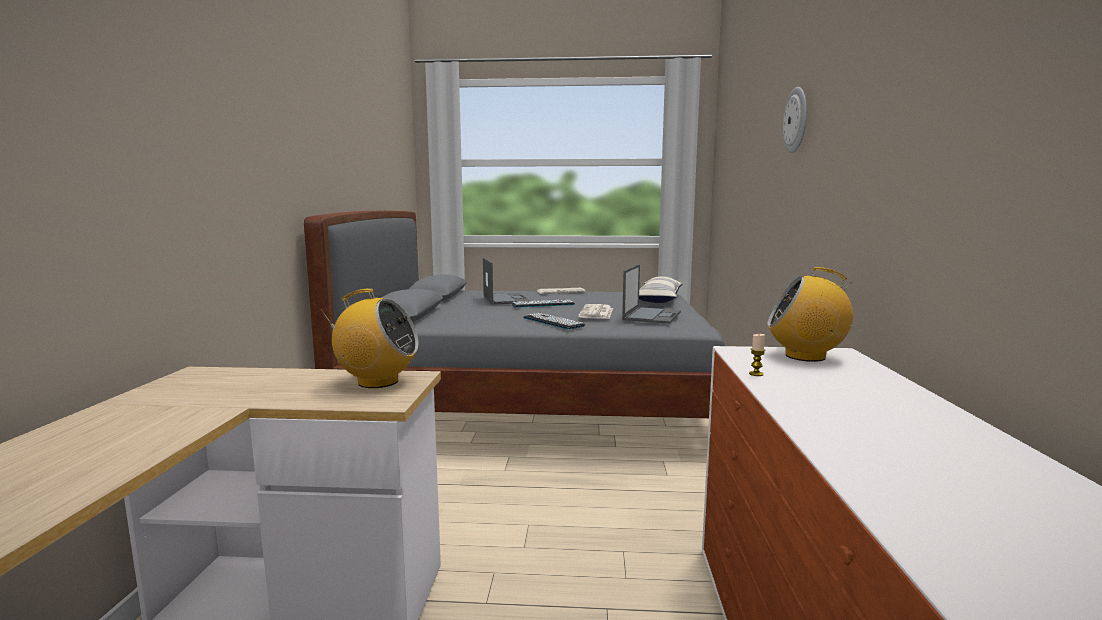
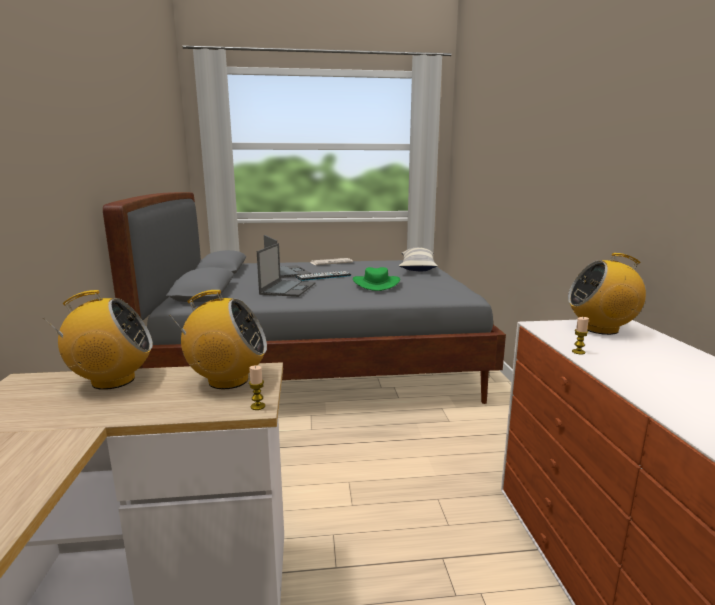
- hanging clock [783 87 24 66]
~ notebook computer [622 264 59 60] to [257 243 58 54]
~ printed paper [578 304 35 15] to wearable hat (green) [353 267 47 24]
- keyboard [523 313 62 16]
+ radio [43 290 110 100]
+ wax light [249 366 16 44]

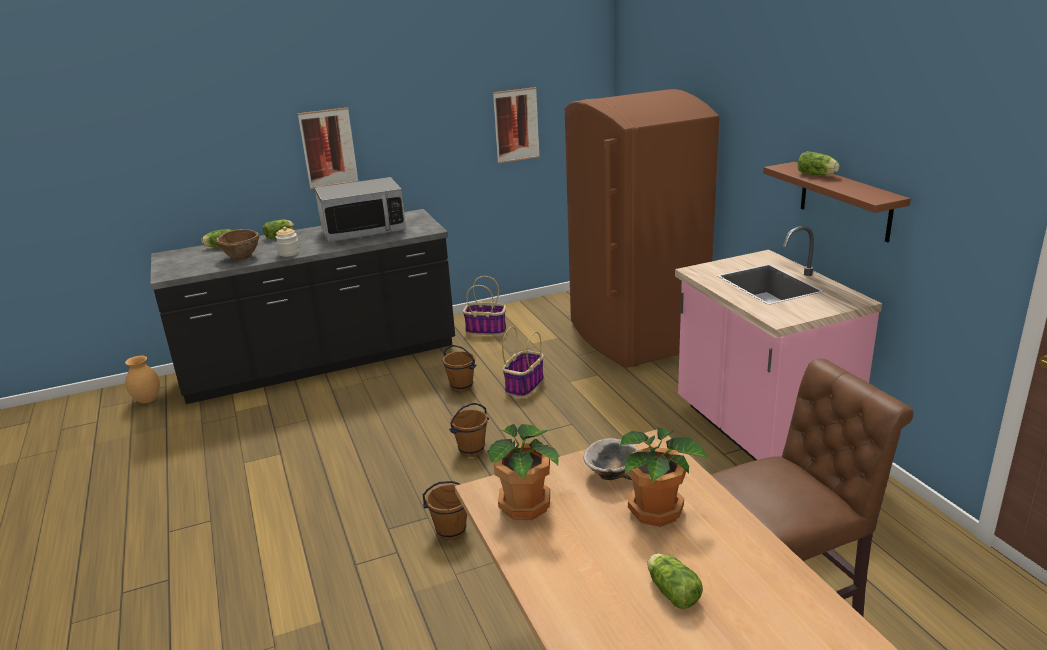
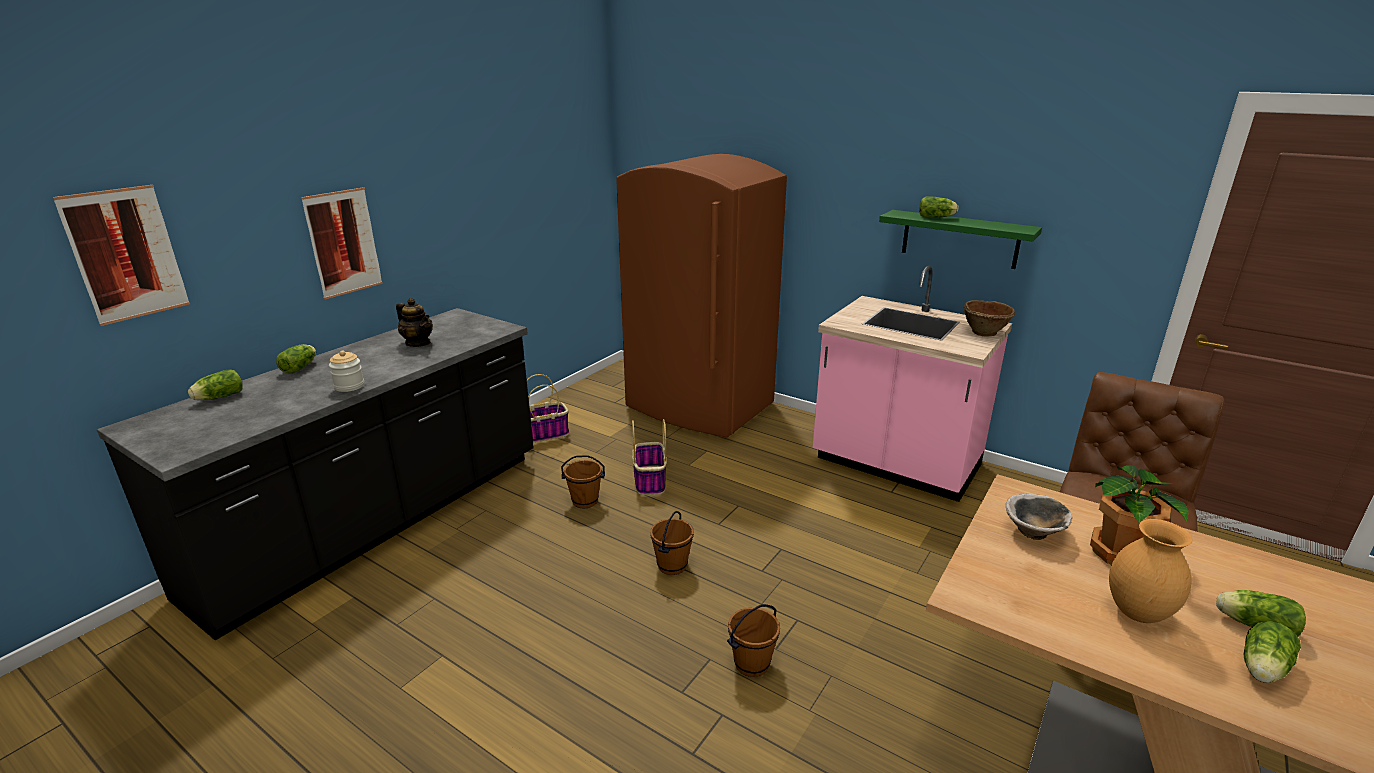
~ wall art [493 87 47 76] to [52 185 138 141]
~ shelf (brown) [763 162 148 80] to shelf (green) [879 210 163 59]
~ microwave oven [315 177 91 65] to teapot [396 298 37 49]
~ deep dish (brown) [216 229 44 32] to [964 300 51 37]
~ flower vase (brown) [125 356 35 47] to [1109 519 84 104]
- houseplant [487 424 72 96]
+ lettuce head [1244 621 57 62]

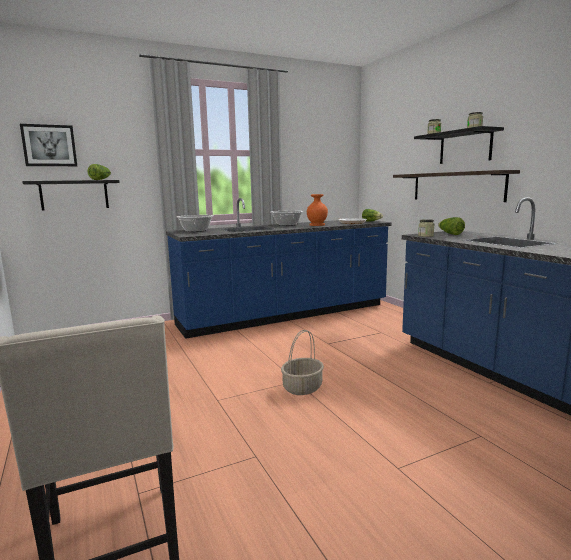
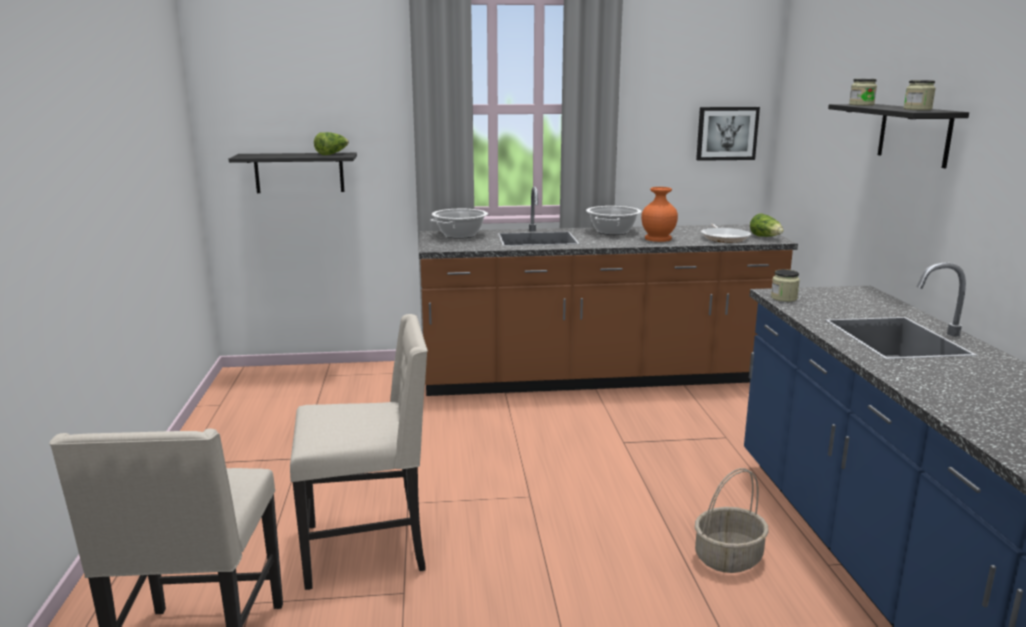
~ wall art [20 124 57 42] to [696 107 64 54]
- shelf [393 170 127 32]
~ counter (blue) [166 198 226 141] to counter (brown) [419 186 379 210]
- lettuce head [438 217 27 18]
~ basket [281 330 43 65] to [695 468 74 105]
+ plain chair (beige-coloured) [290 314 138 276]

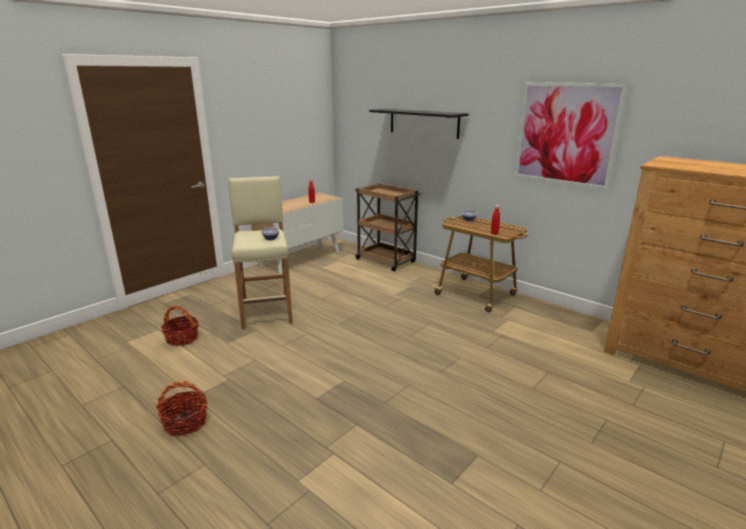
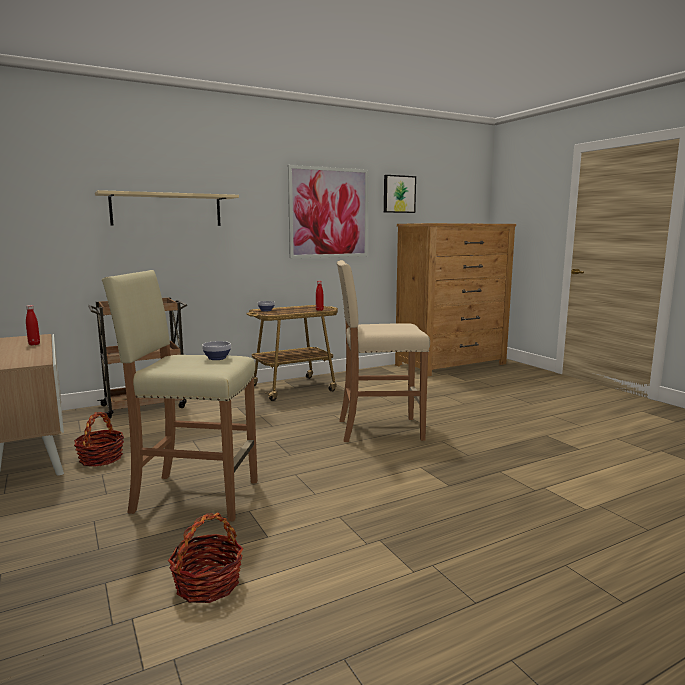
~ shelf (blackish) [369 109 100 30] to shelf (beige-coloured) [95 190 144 36]
~ basket [156 381 52 55] to [74 412 50 55]
+ wall art [384 175 32 38]
+ stool (beige-coloured) [337 260 93 182]

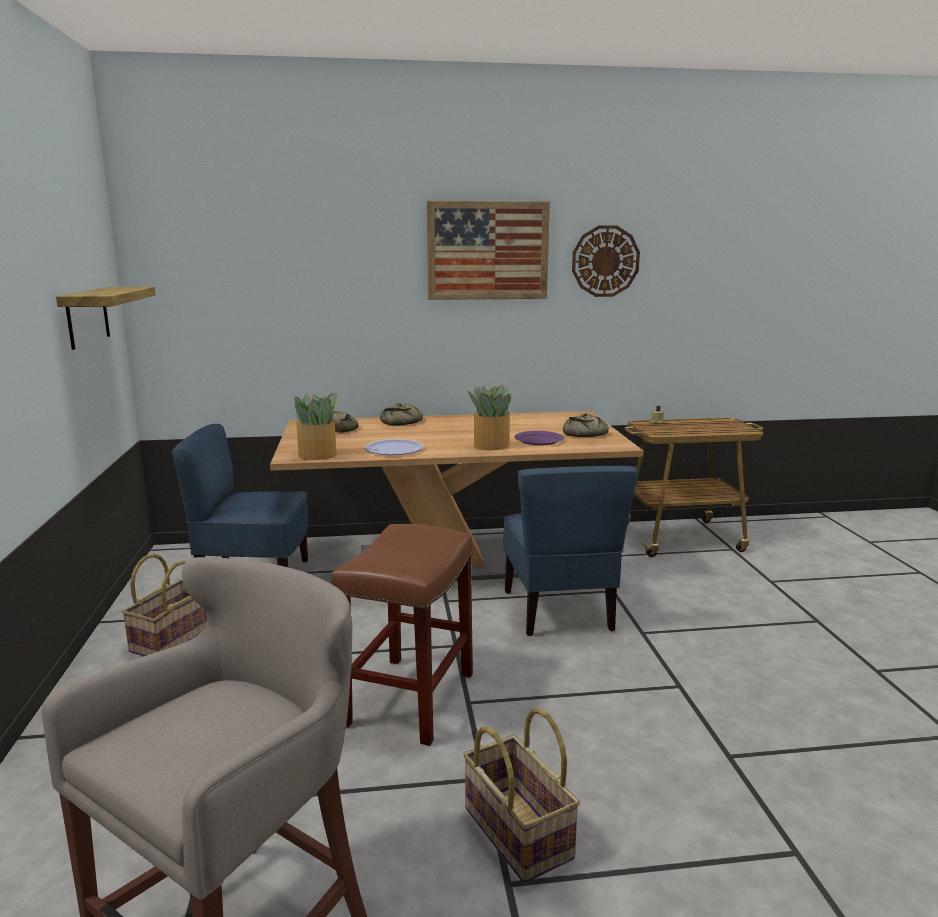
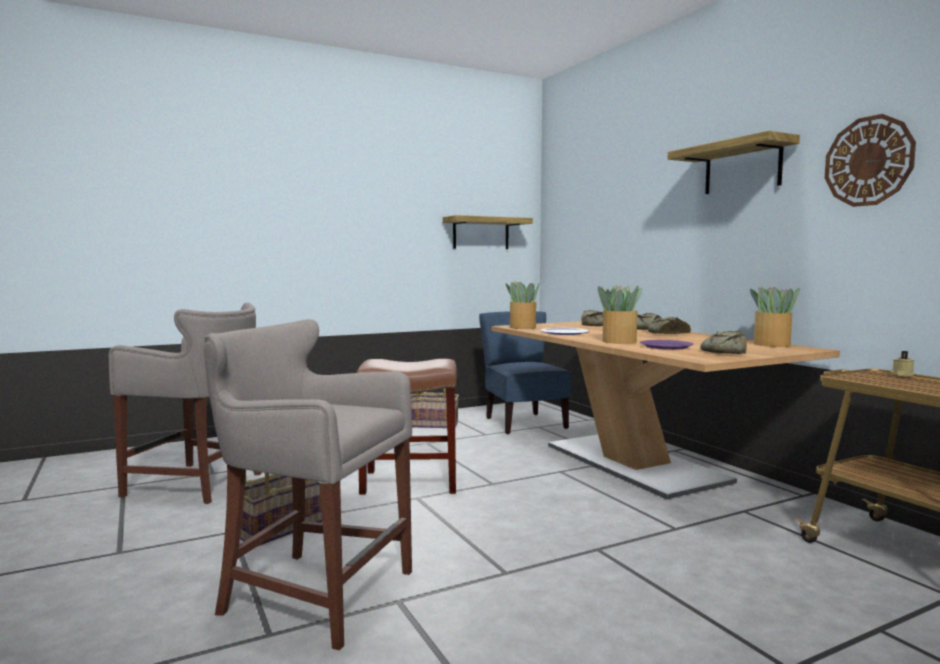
~ wall art [427 201 123 99] to shelf [667 131 133 63]
- plain chair (blue) [504 466 134 170]
+ houseplant [750 286 50 61]
+ baked bread [648 317 43 17]
+ stool (gray) [204 319 208 331]

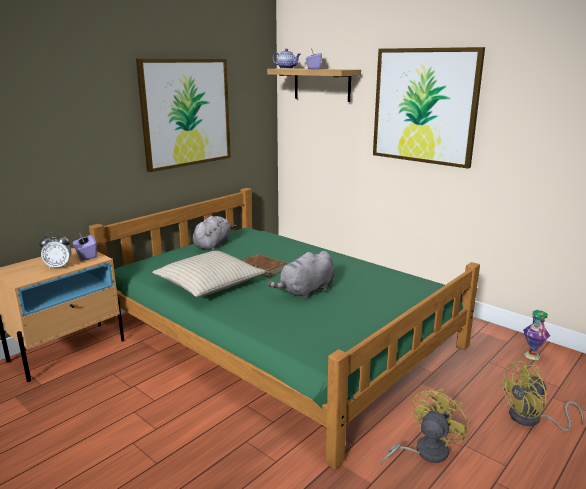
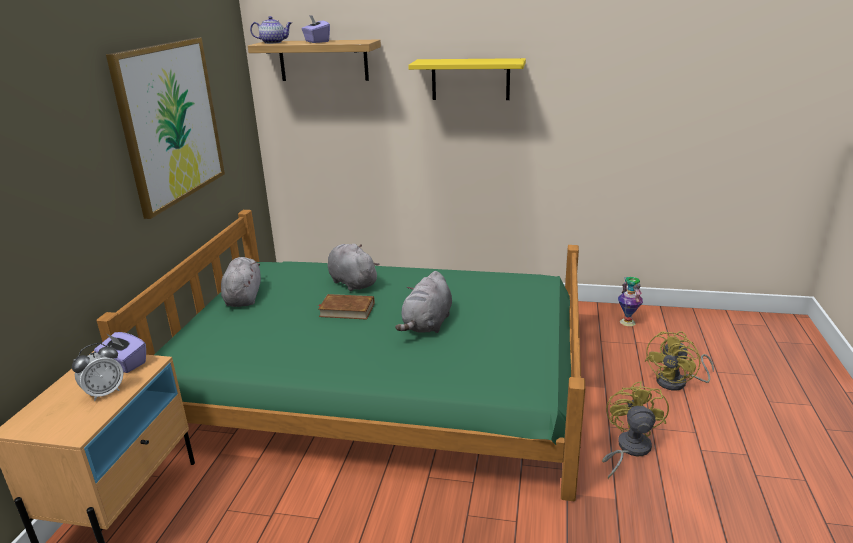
~ wall art [373 47 112 122] to shelf (yellow) [408 58 118 42]
- cushion (beige-coloured) [152 251 114 46]
+ cuddly toy (gray) [328 244 52 47]

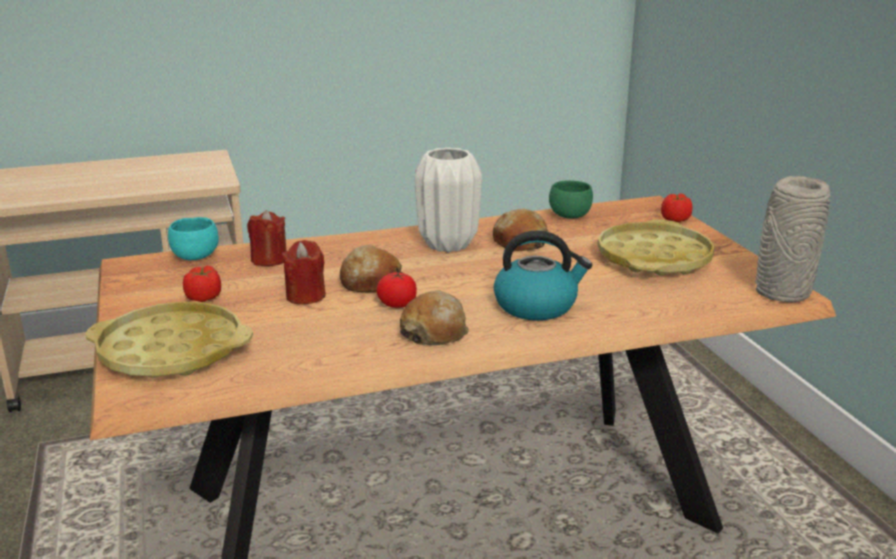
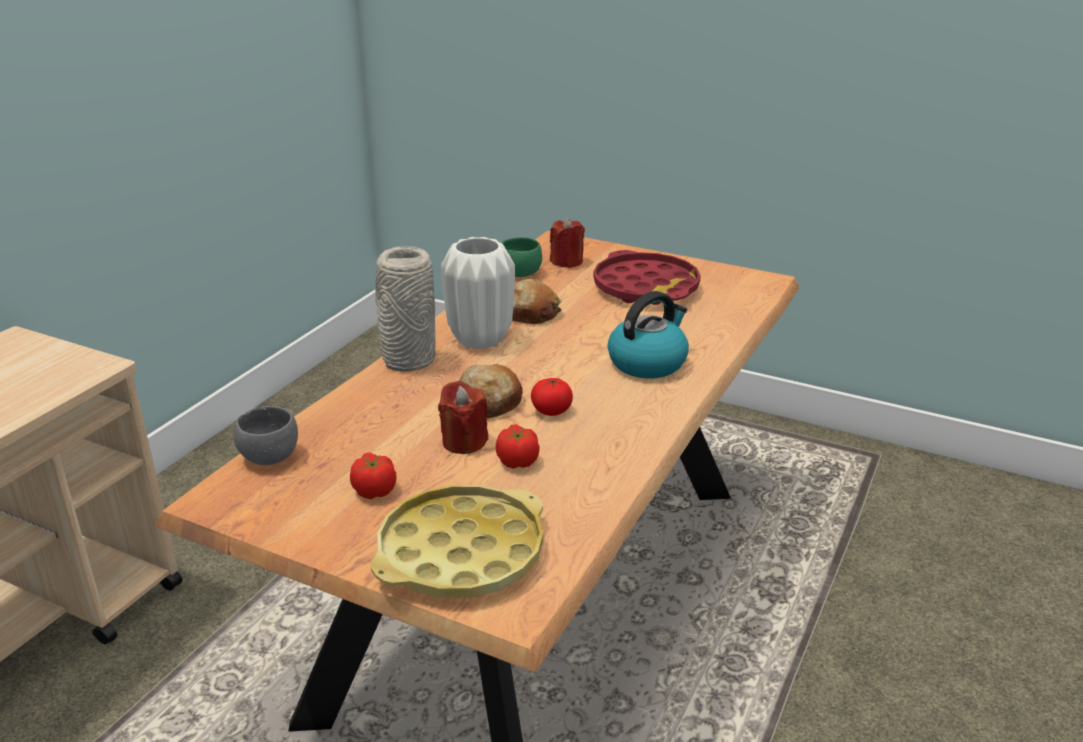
~ flower vase (gray) [755 176 76 126] to [375 246 61 126]
~ tomato [661 193 31 29] to [496 424 44 45]
~ wax light (red) [247 210 39 56] to [550 218 35 50]
~ deep dish (blue-green) [168 217 51 43] to deep dish (gray) [234 406 64 59]
~ serving tray (yellow) [597 219 118 57] to serving tray (red) [593 250 108 55]
- baked bread [400 290 69 56]

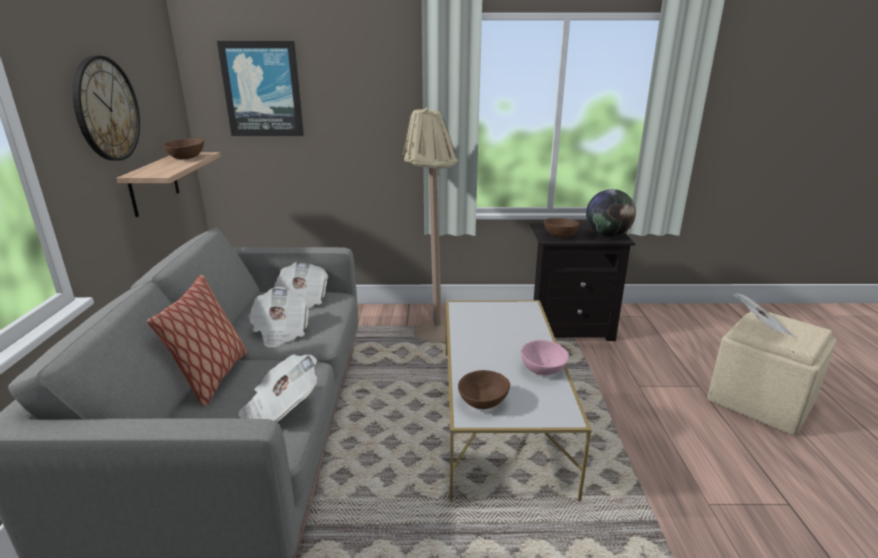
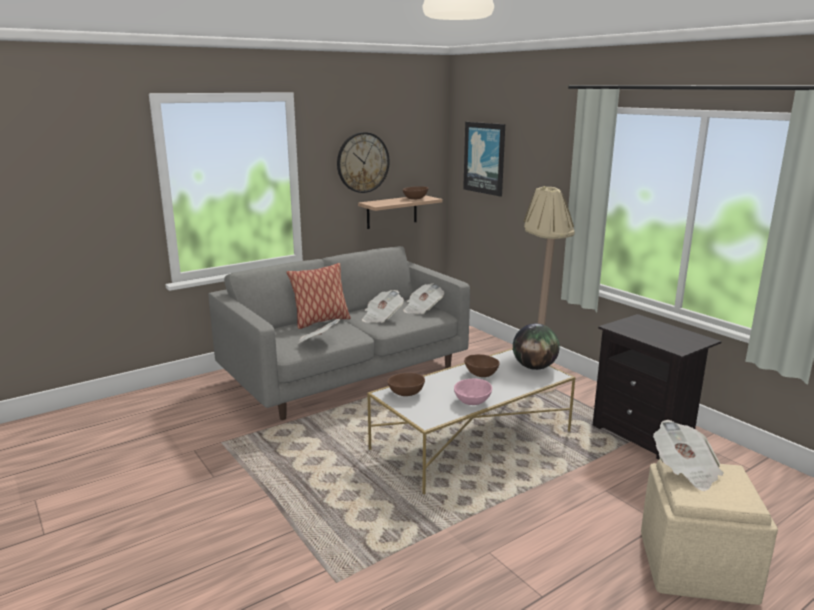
~ world globe [586 189 50 48] to [513 324 47 46]
~ deep dish (brown) [544 218 35 20] to [464 354 36 23]

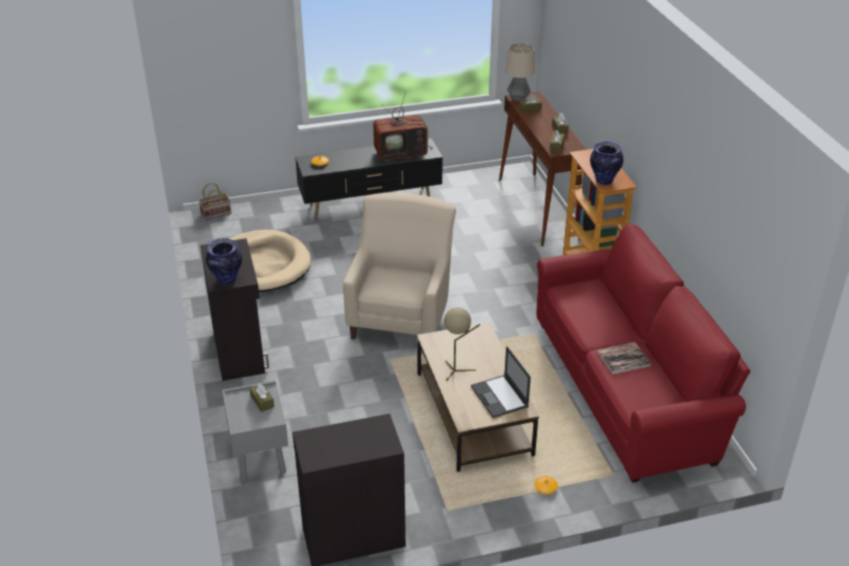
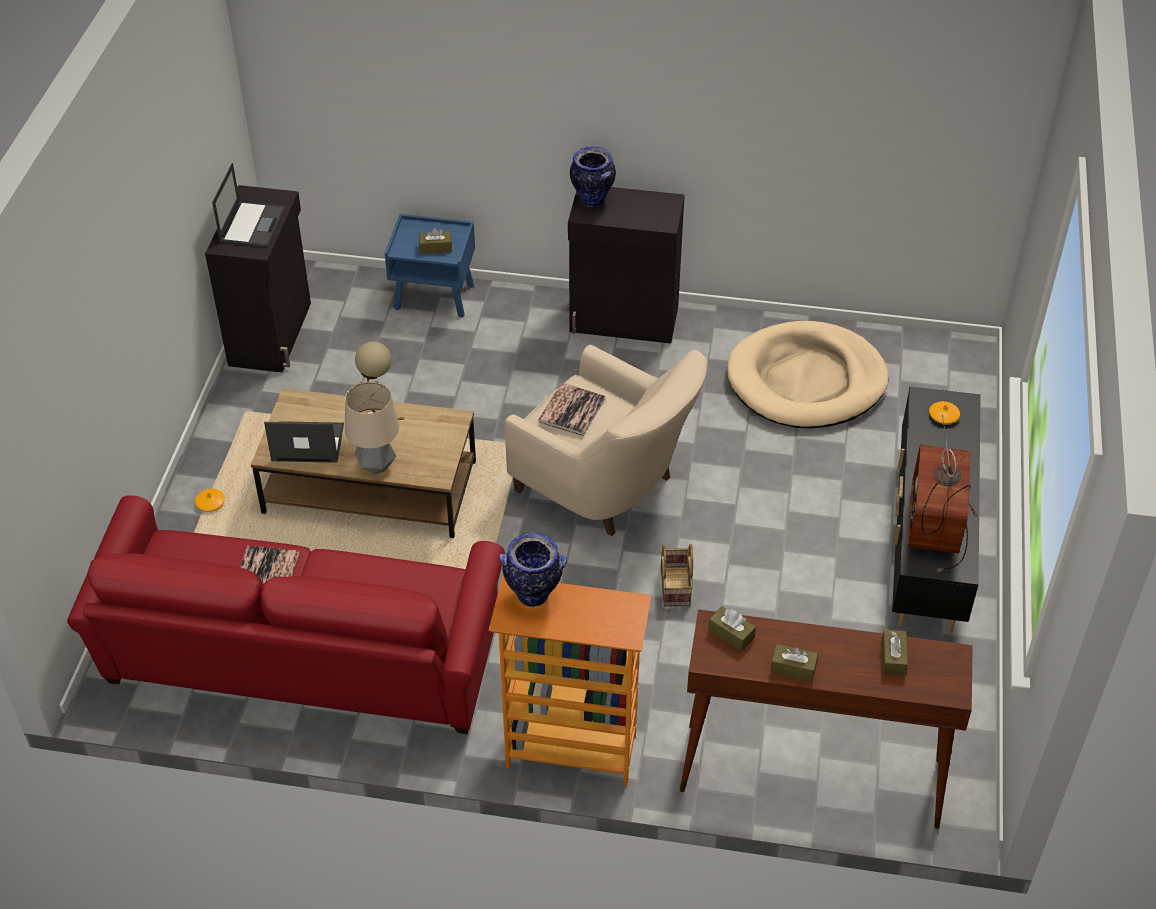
~ table lamp [505 43 30 59] to [345 382 54 92]
~ basket [199 183 32 37] to [661 544 32 62]
~ nightstand (gray) [222 380 66 101] to nightstand (blue) [385 214 90 103]
+ notebook computer [212 163 73 85]
+ bound book [538 383 67 53]

